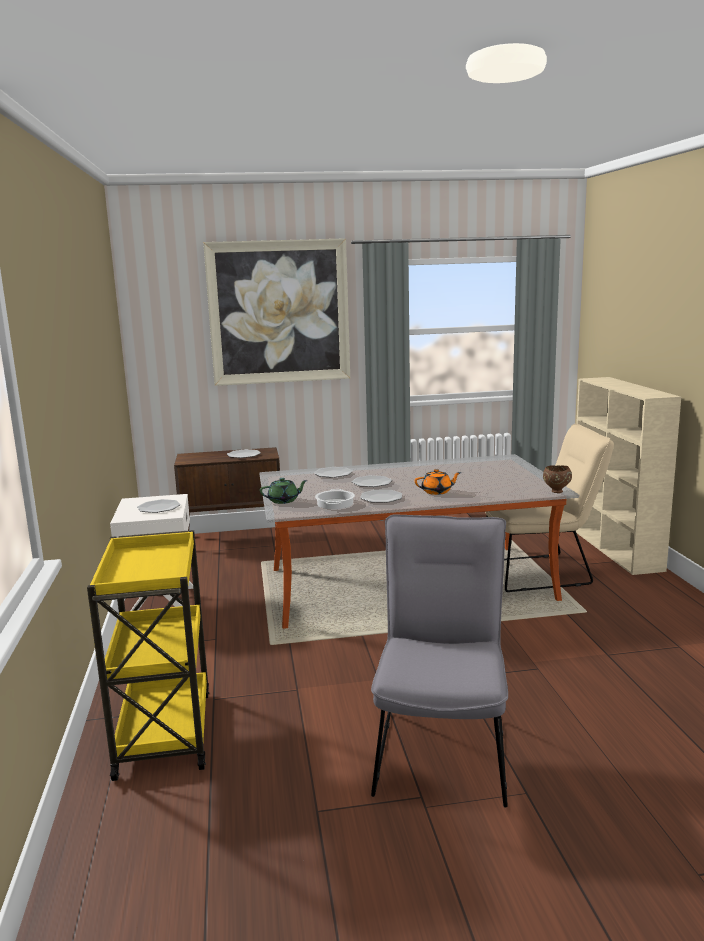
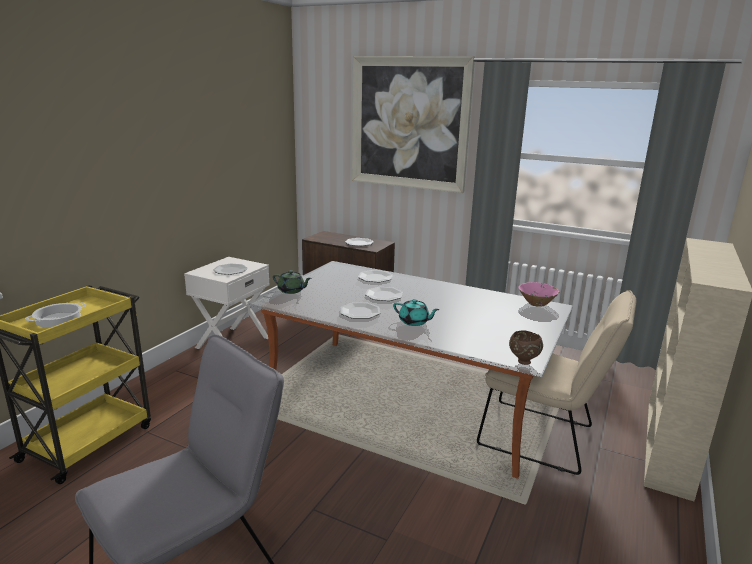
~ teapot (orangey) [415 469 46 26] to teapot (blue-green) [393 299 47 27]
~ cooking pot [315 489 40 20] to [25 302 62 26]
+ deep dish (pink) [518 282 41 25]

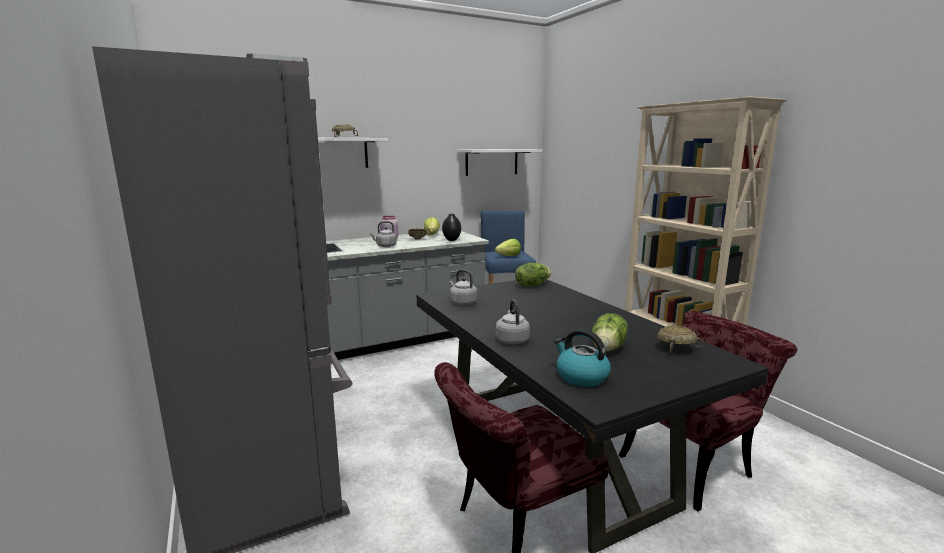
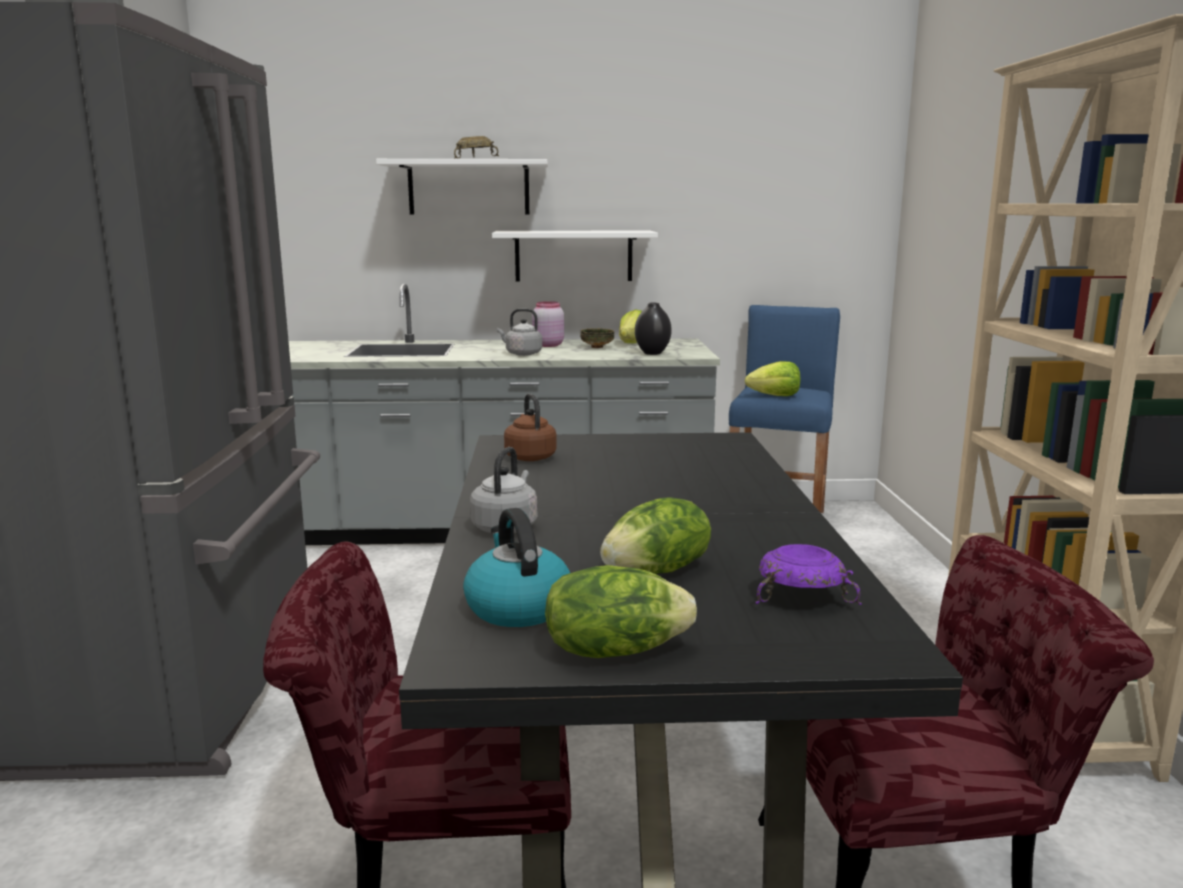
~ shelf (white-coloured) [457 149 85 27] to [492 231 166 50]
~ lettuce head [515 263 36 24] to [545 565 152 93]
~ tea kettle (gray) [449 270 28 35] to tea kettle (brown) [504 393 53 68]
~ deep dish (beige-coloured) [656 325 48 30] to deep dish (purple) [756 544 106 61]

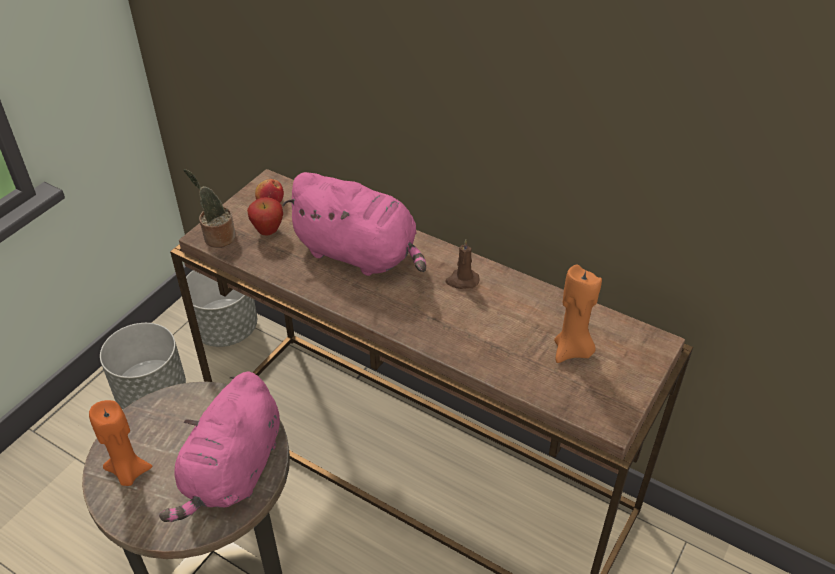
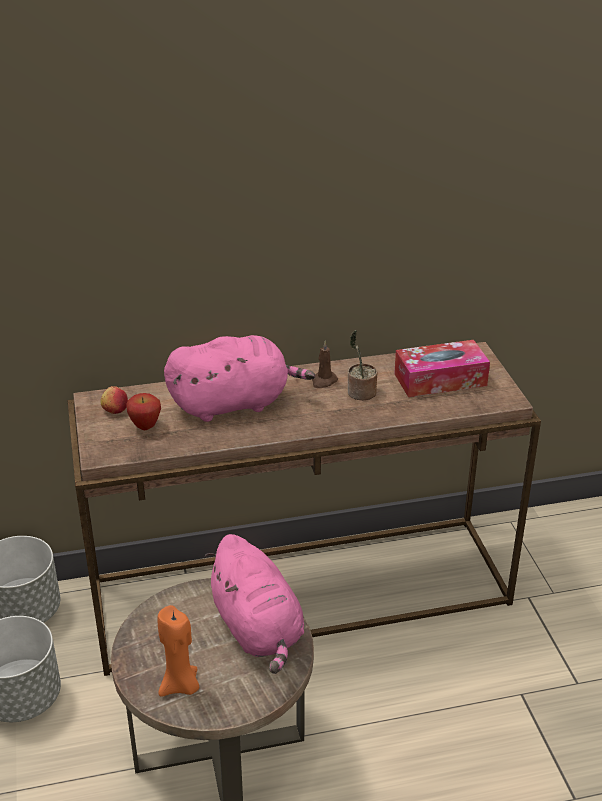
~ houseplant [183 169 53 79] to [348 330 30 70]
~ wax light (orangey) [554 265 48 98] to tissue holder [394 340 96 57]

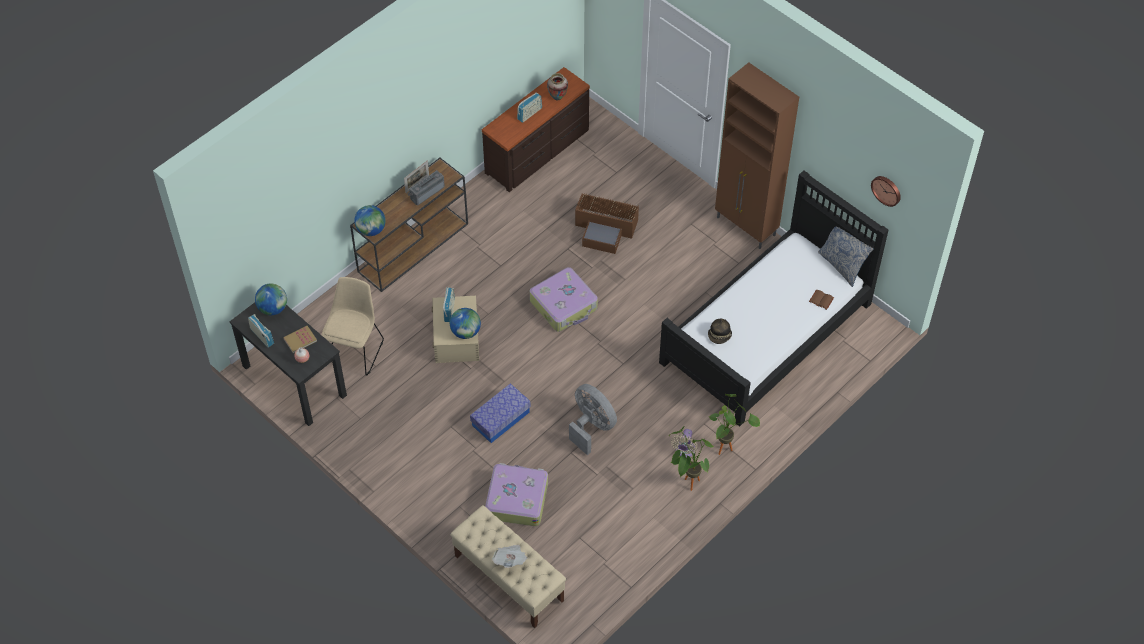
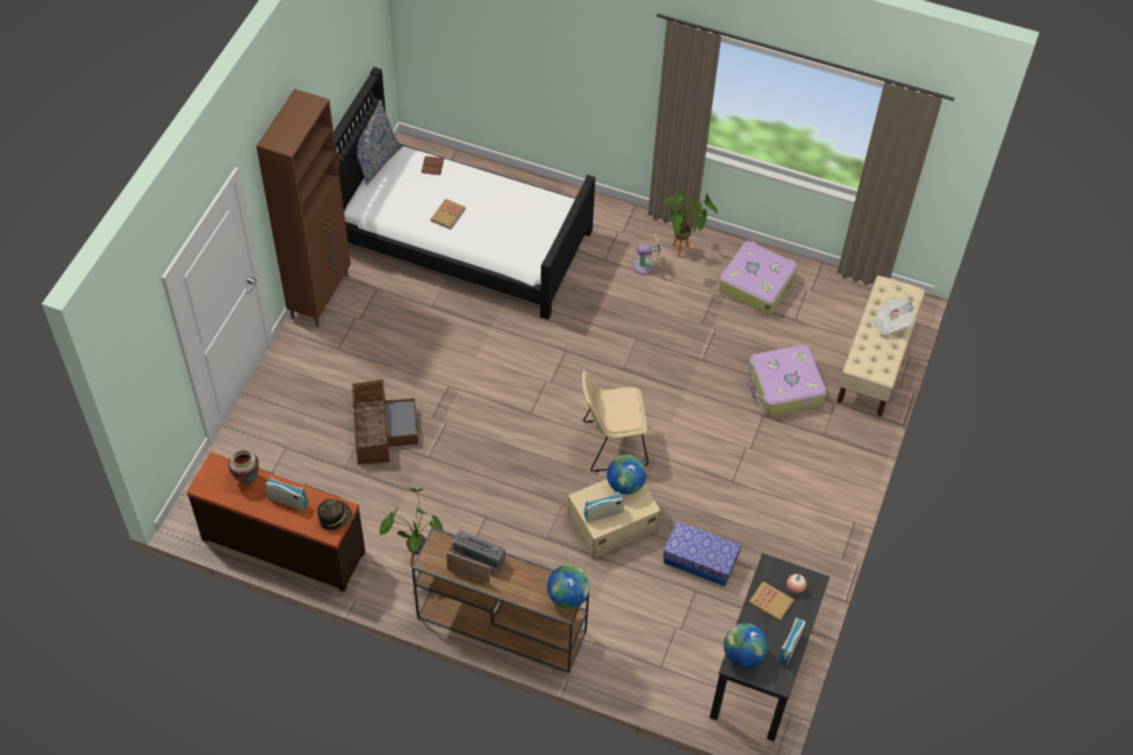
- hanging clock [871 176 30 31]
~ suitcase [530 267 68 65] to [718 241 80 74]
~ plain chair (beige-coloured) [322 277 62 99] to [582 371 66 101]
~ wearable hat [708 318 24 26] to [317 499 35 32]
~ storage bin [470 383 61 60] to [663 521 79 65]
- cooling fan (gray) [569 384 48 71]
~ houseplant [709 394 51 61] to [380 487 63 80]
+ bound book [431 199 35 31]

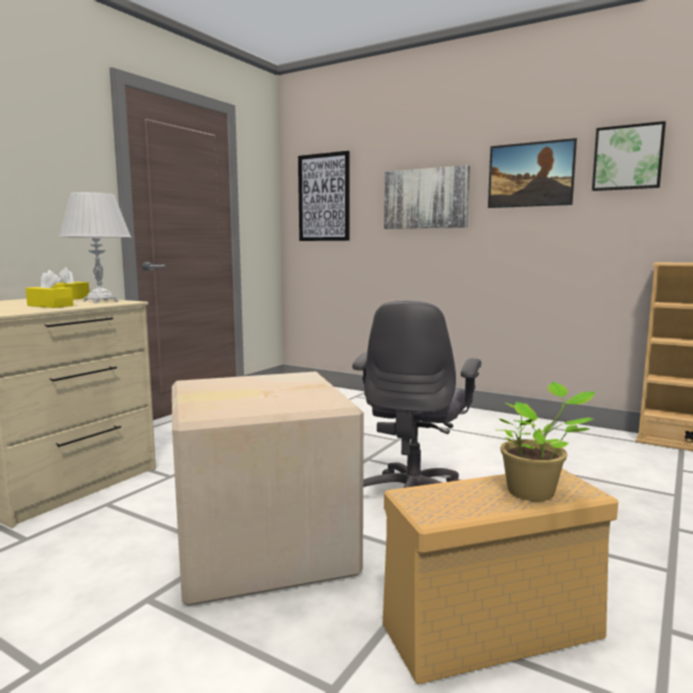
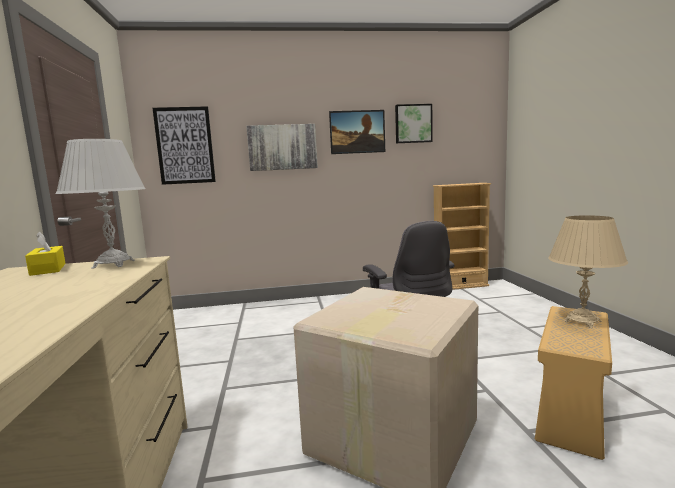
- tissue holder (yellow) [26 270 48 38]
~ houseplant [498 382 98 119] to table lamp (beige-coloured) [548 215 80 113]

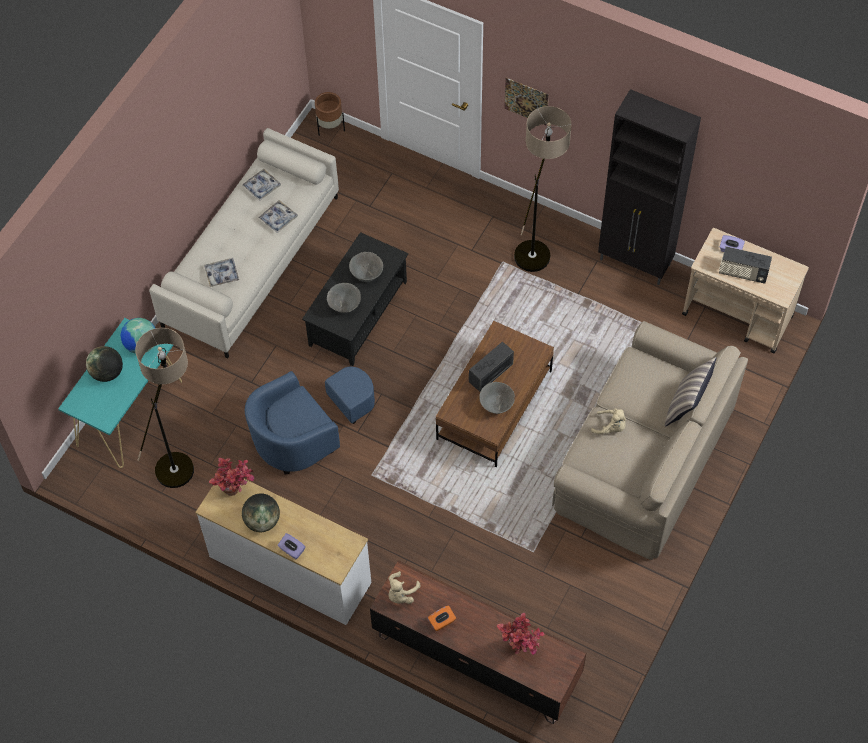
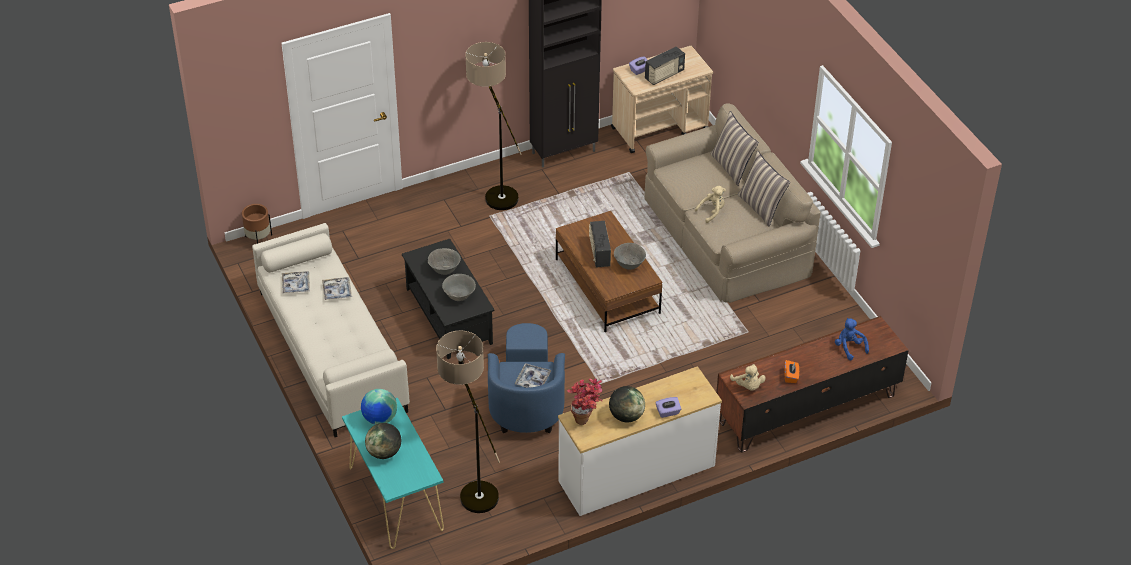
- wall art [504 78 45 47]
~ serving tray [204 258 35 29] to [515 363 36 25]
~ houseplant [497 613 47 42] to cuddly toy (blue) [835 318 34 42]
+ cushion [738 151 52 76]

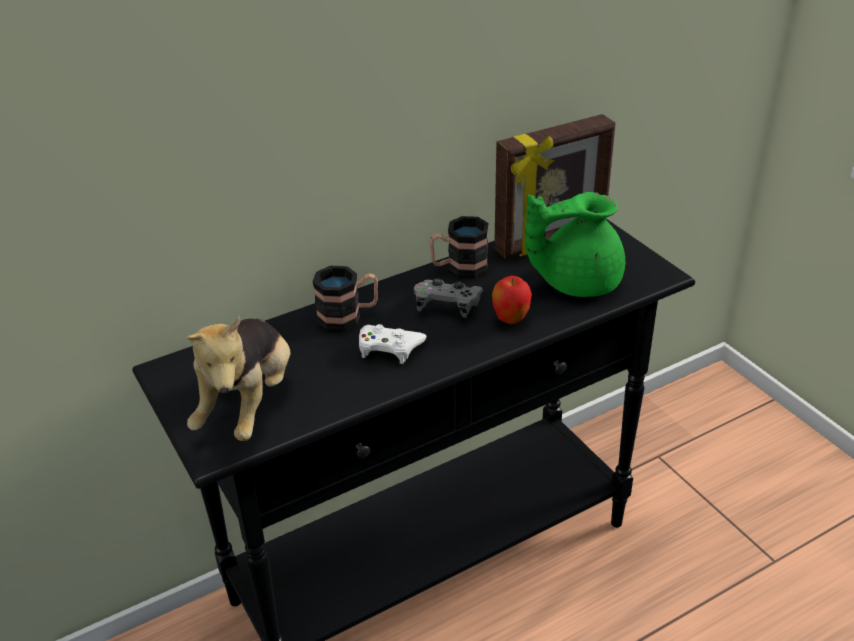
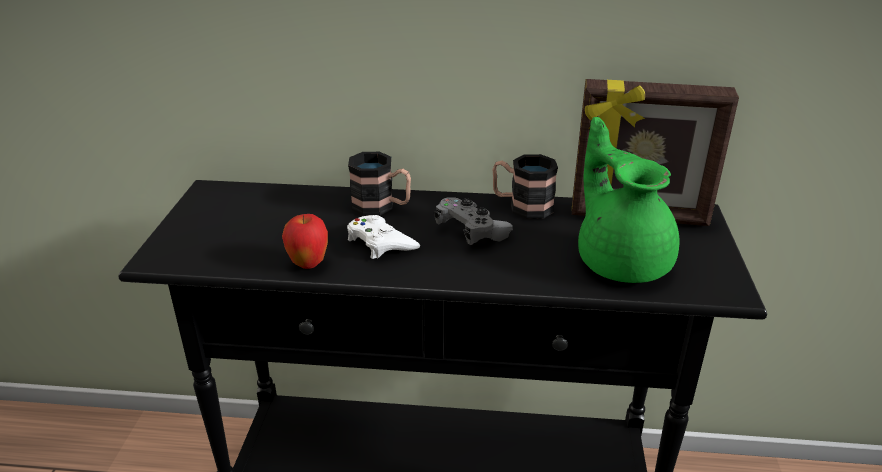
~ teapot (green) [525 192 100 105] = [578 117 101 166] 45 degrees clockwise
~ whole apple [492 276 40 48] to [282 214 46 55]
- cuddly toy [186 316 104 125]

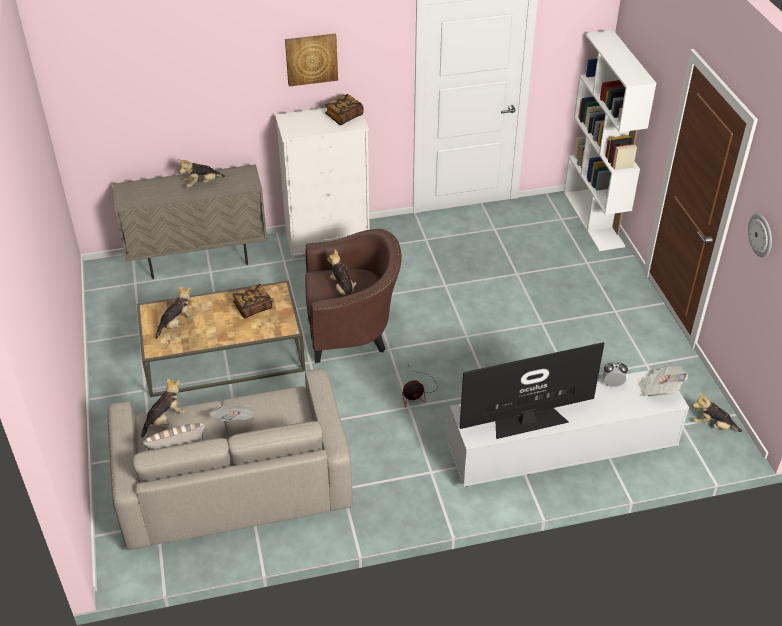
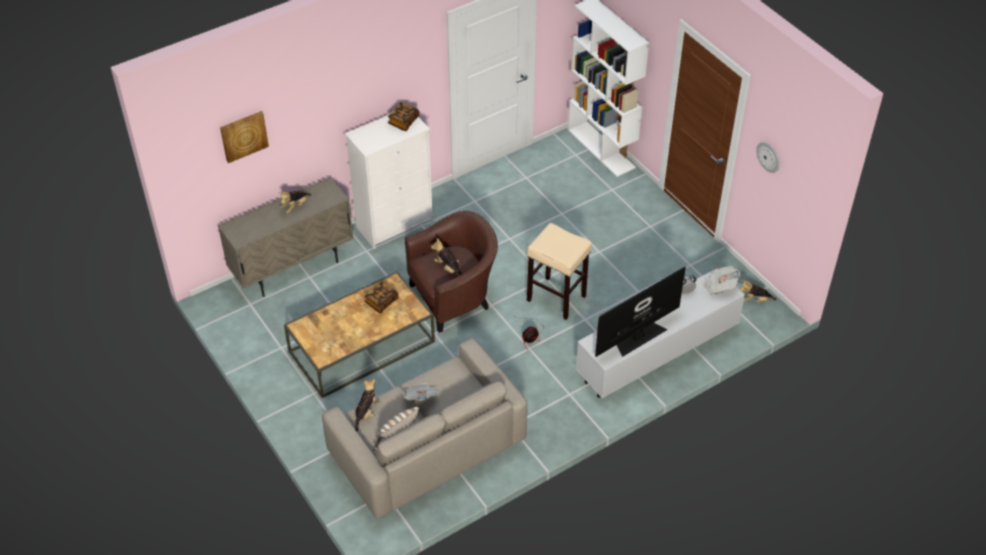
~ wall art [285 33 53 53] to [220 111 49 52]
- cuddly toy [155 286 40 53]
+ stool (beige-coloured) [527 223 65 97]

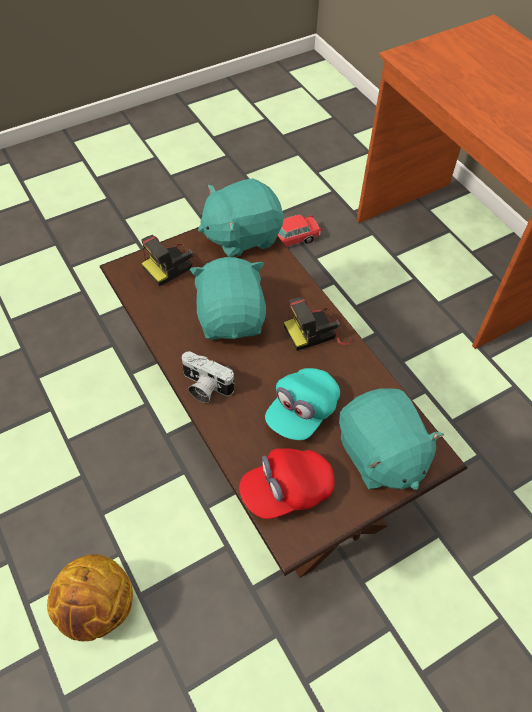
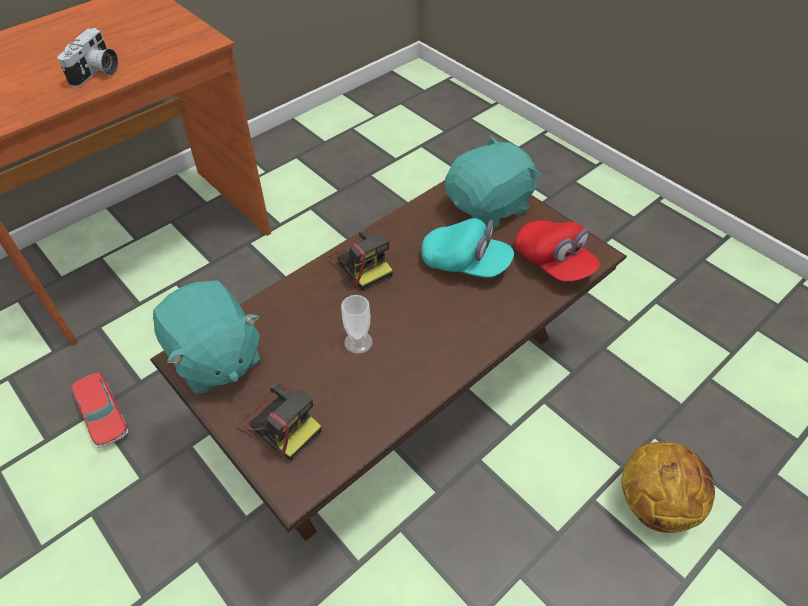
~ cuddly toy (blue-green) [190 257 76 83] to drinking cup [341 295 32 59]
~ still camera [181 352 54 51] to [57 28 61 59]

